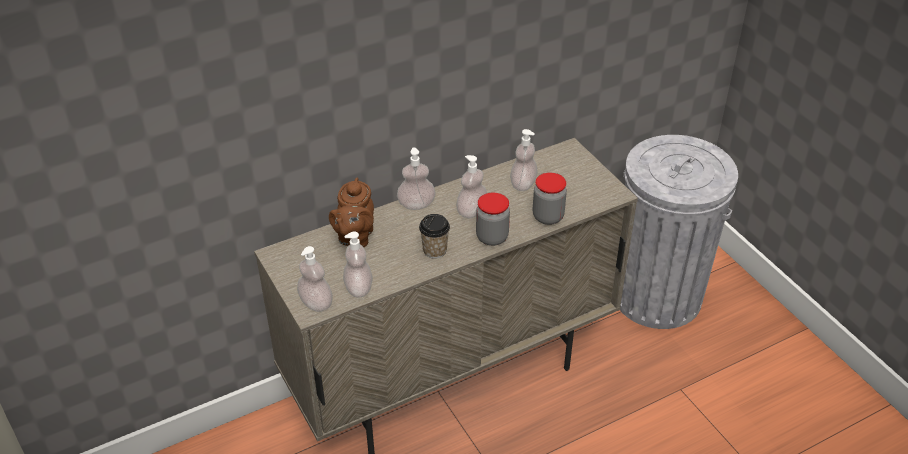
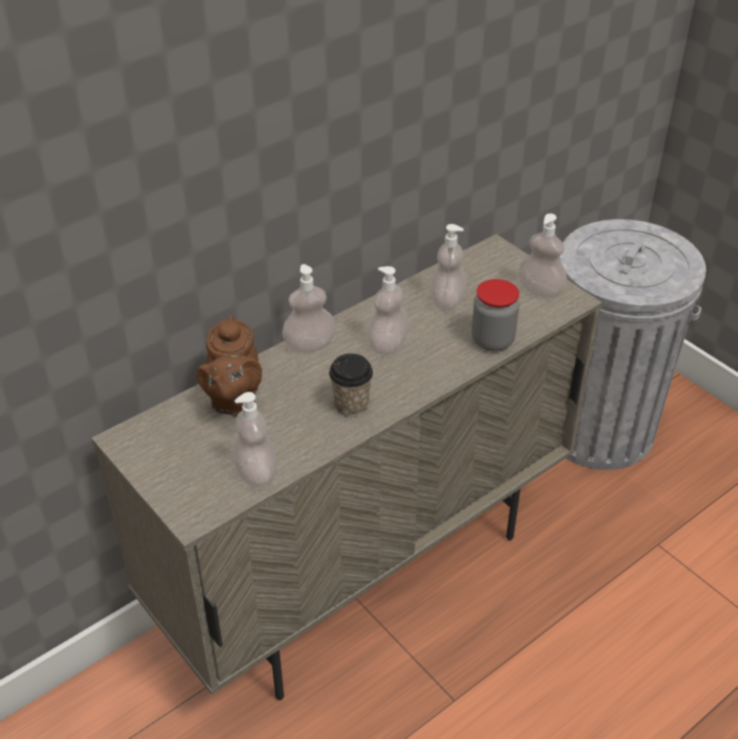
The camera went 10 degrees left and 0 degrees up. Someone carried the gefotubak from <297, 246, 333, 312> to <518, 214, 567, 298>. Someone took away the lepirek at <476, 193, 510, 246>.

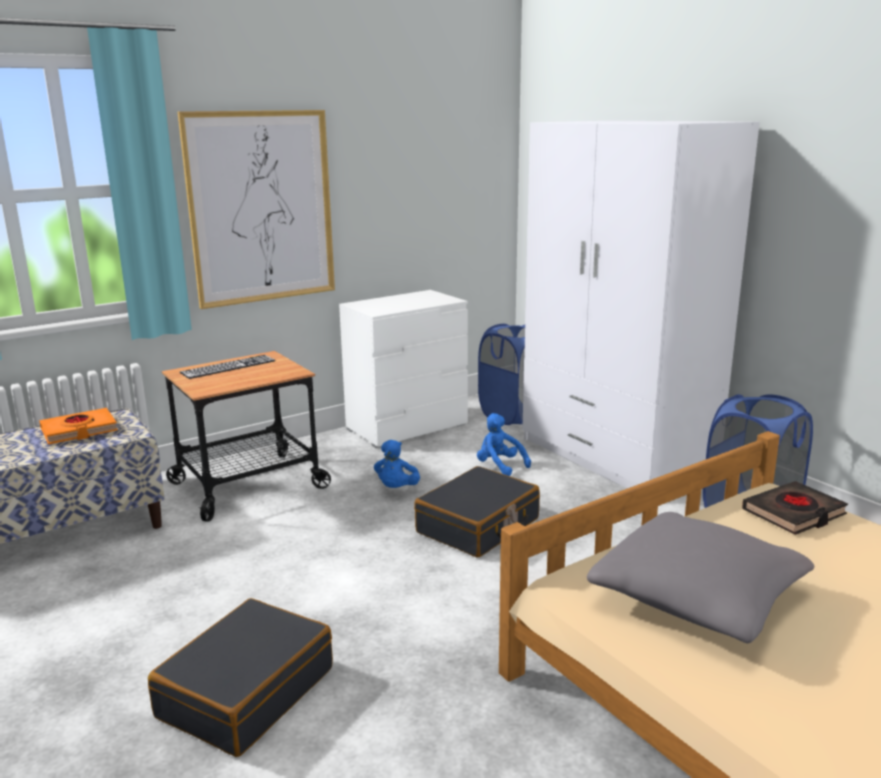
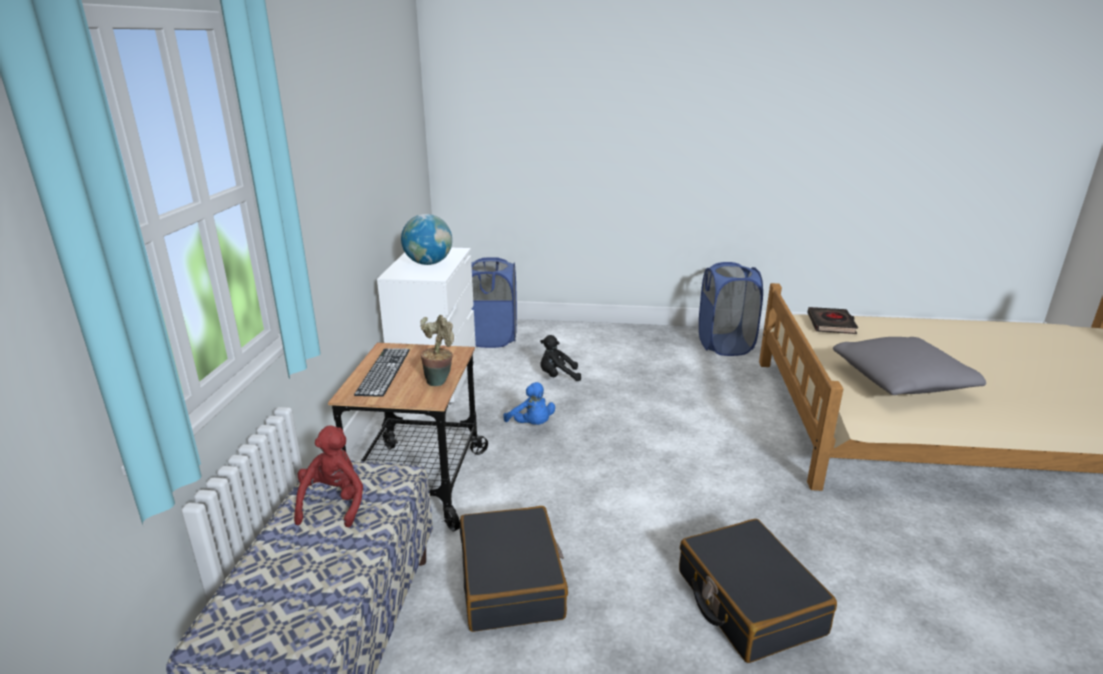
The camera went 50 degrees left and 5 degrees up. Someone swapped the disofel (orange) at <39, 408, 118, 445> for the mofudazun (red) at <294, 426, 363, 527>. Someone took away the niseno at <178, 110, 335, 309>. Someone carried the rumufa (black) from <414, 466, 540, 558> to <460, 506, 568, 632>. Someone repainted the mofudazun (blue) at <477, 413, 531, 476>, which became the mofudazun (black) at <540, 335, 581, 381>. Someone took away the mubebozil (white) at <522, 121, 760, 488>. Someone put down the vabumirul at <401, 214, 452, 265>. Someone put down the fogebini at <420, 315, 454, 386>.

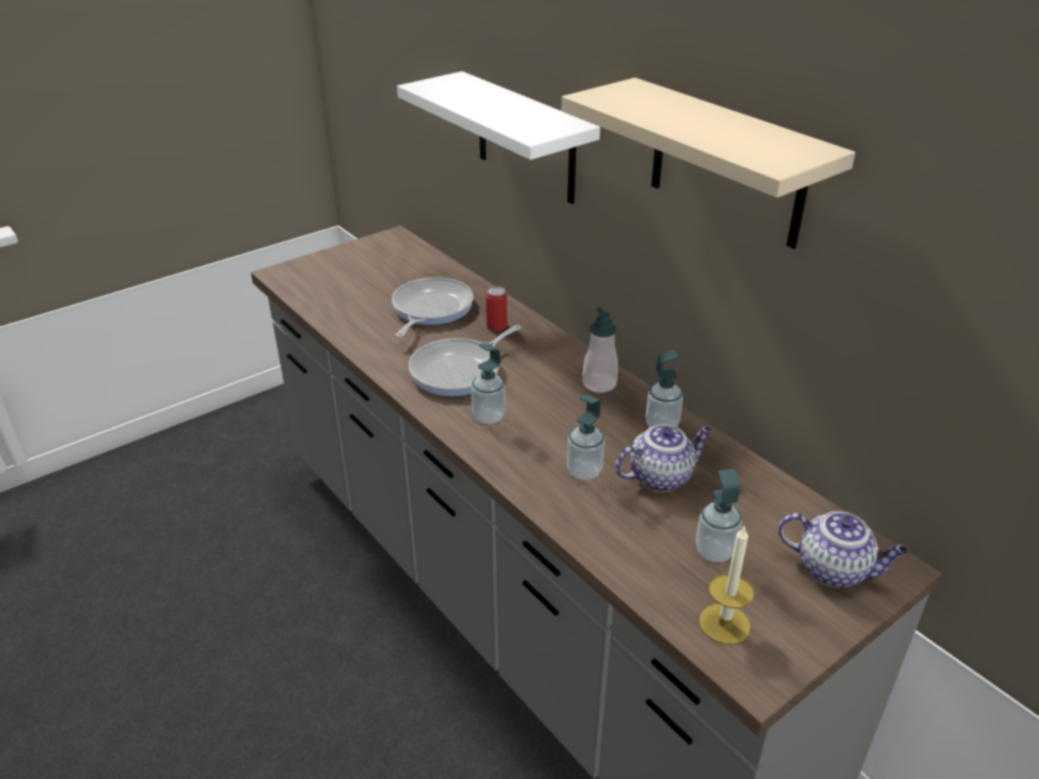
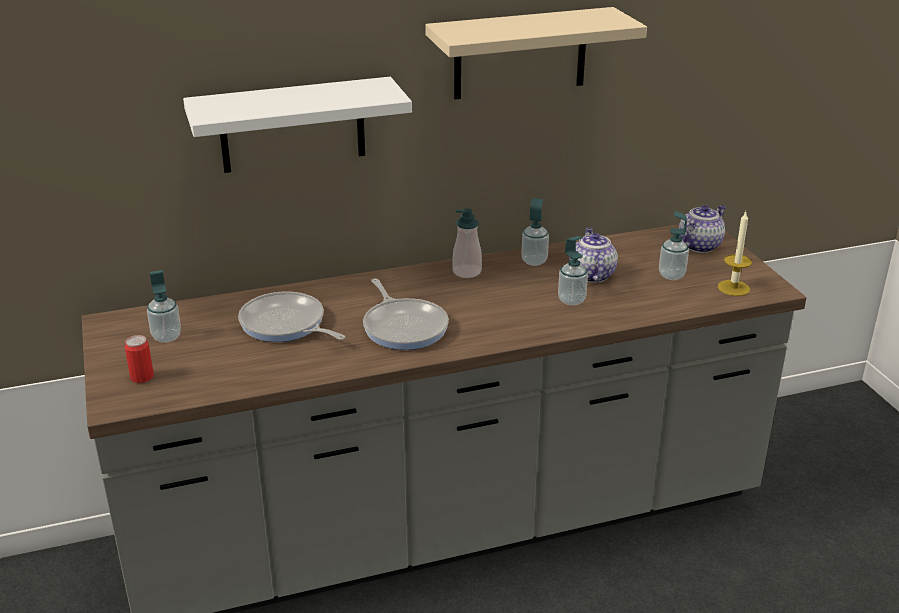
The camera went 70 degrees left and 5 degrees down. Someone carried the gefotubak from <471, 343, 506, 424> to <147, 270, 181, 343>. Someone carried the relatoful from <486, 286, 507, 331> to <125, 335, 154, 383>.

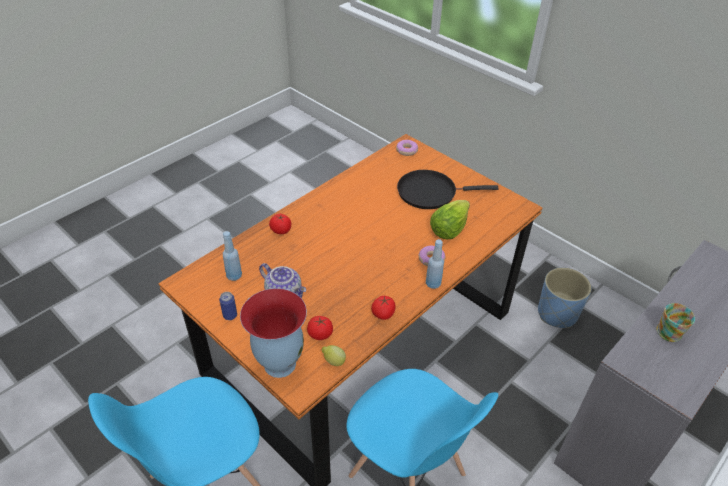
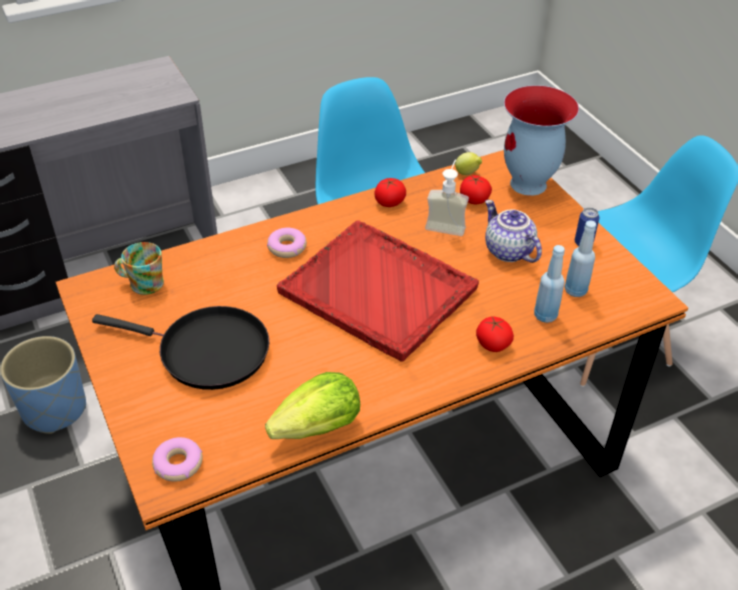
The camera went 160 degrees left and 0 degrees up. Someone carried the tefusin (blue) from <426, 239, 444, 289> to <534, 245, 565, 323>. Someone carried the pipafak from <430, 200, 470, 240> to <265, 372, 360, 439>. Someone carried the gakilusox from <656, 303, 695, 342> to <114, 242, 164, 295>. Someone put down the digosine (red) at <277, 220, 479, 361>. Someone put down the gefotubak at <425, 159, 469, 236>.

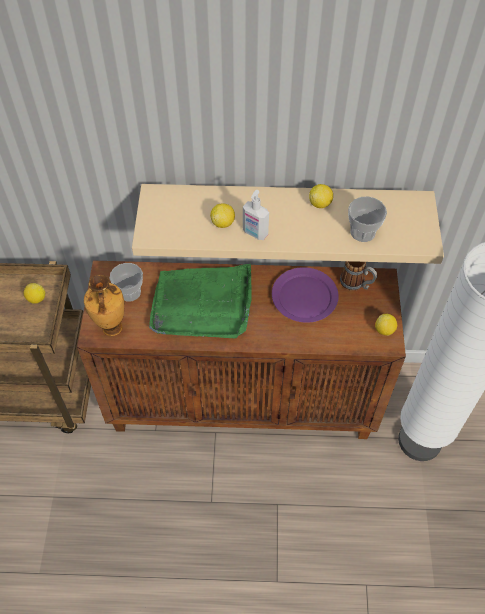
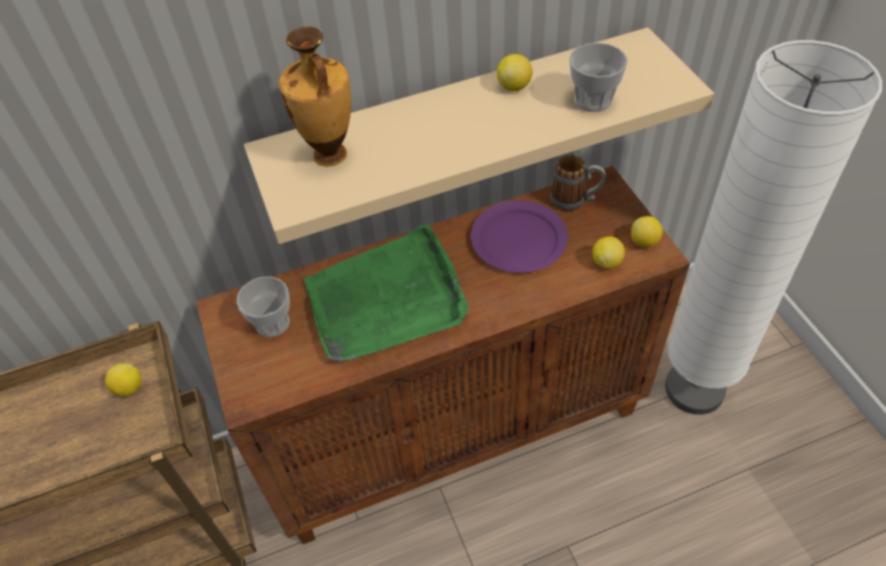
The camera went 20 degrees left and 5 degrees down. Someone carried the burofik from <84, 275, 125, 336> to <279, 27, 351, 167>. Someone carried the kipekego from <210, 203, 235, 228> to <592, 236, 625, 269>. Someone took away the gefotubak at <243, 190, 269, 240>.

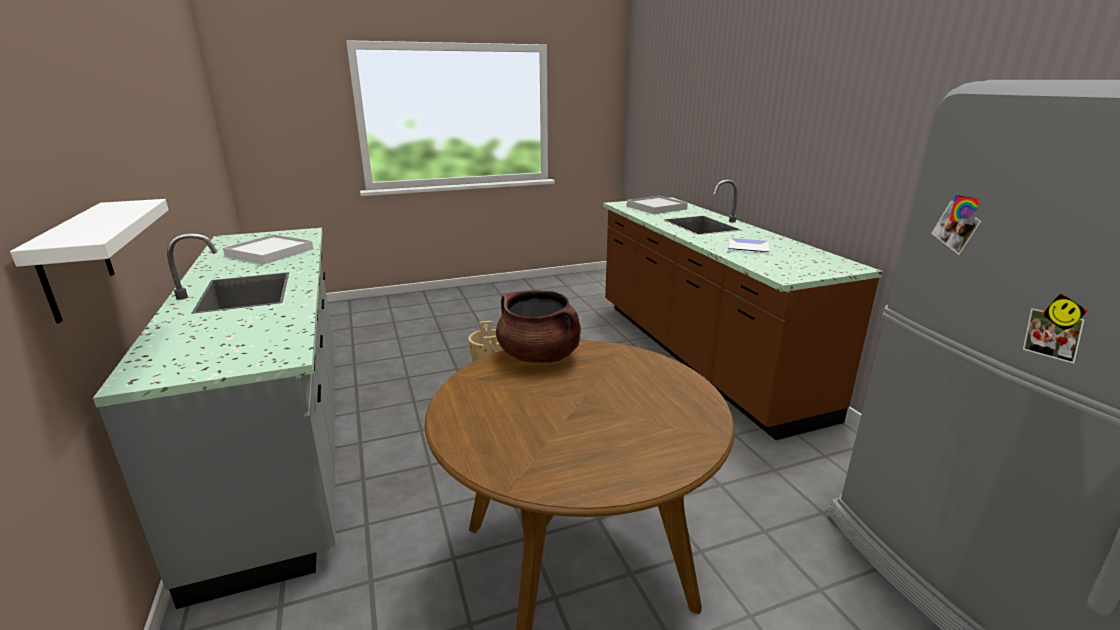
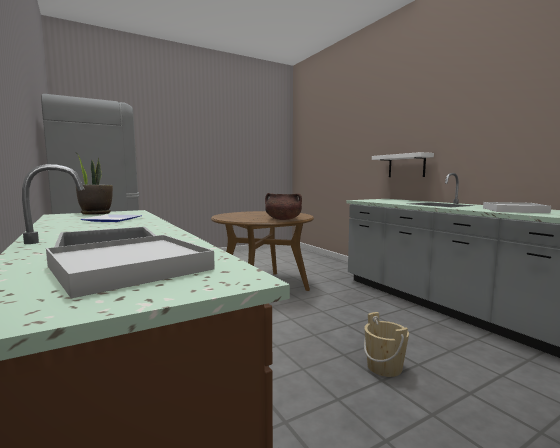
The camera went 170 degrees right and 15 degrees down. Someone put down the fogebini at <75, 152, 113, 215>.

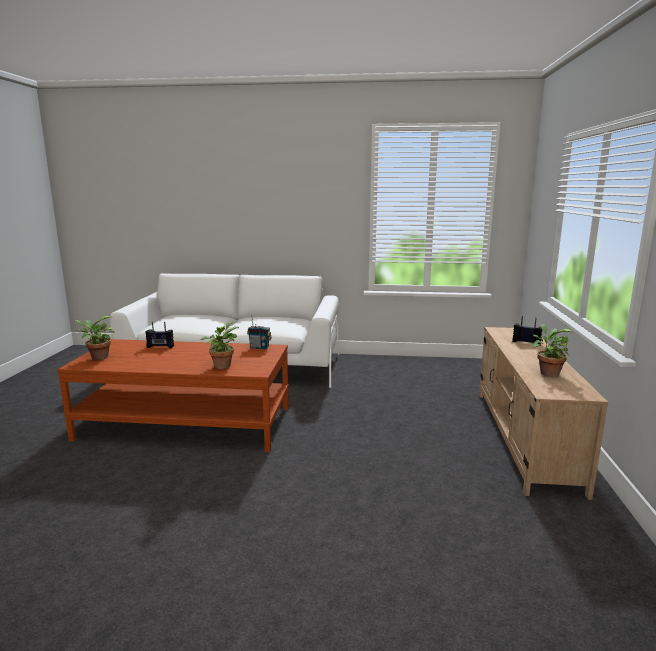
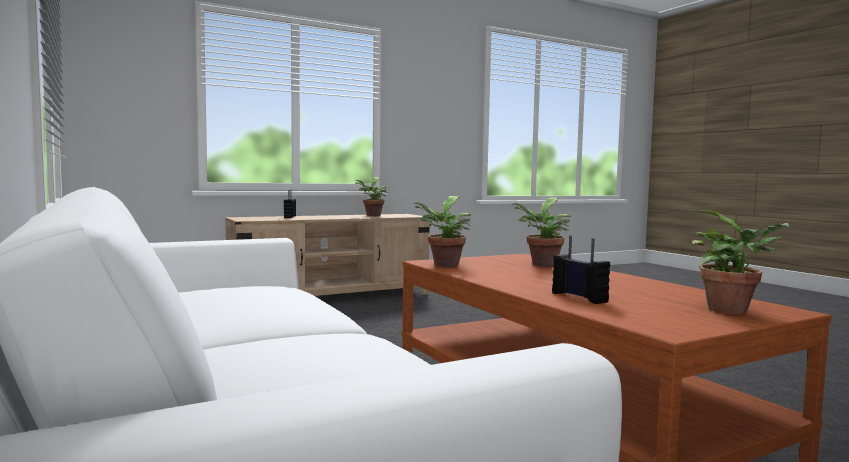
The camera went 125 degrees left and 10 degrees down. Someone swapped the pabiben at <247, 316, 272, 349> for the fogebini at <413, 196, 471, 267>.

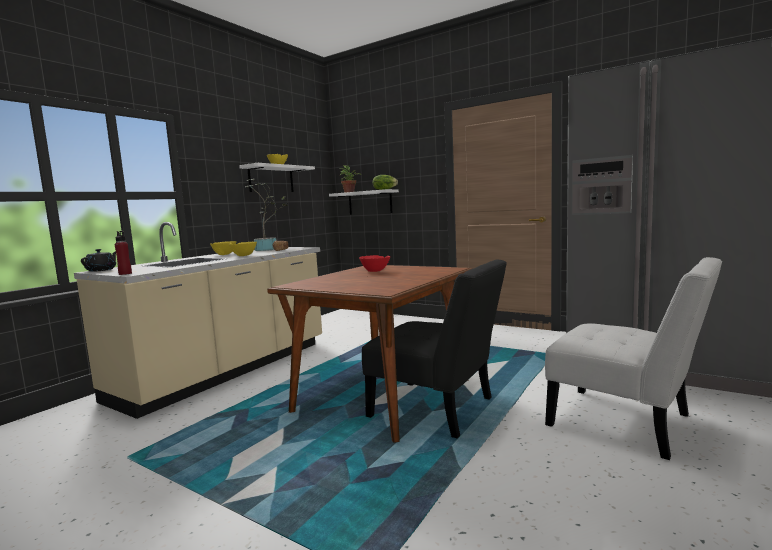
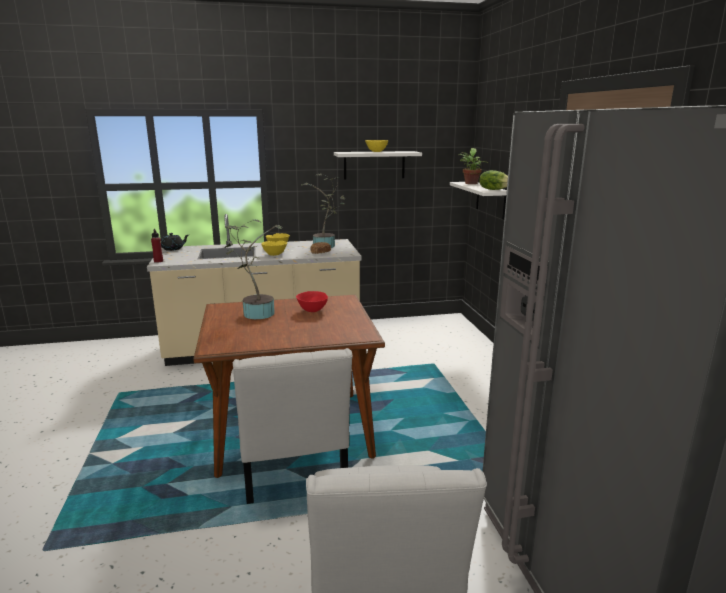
The camera went 45 degrees right and 10 degrees up. Someone repainted the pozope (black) at <362, 260, 507, 439>, which became the pozope (white) at <233, 348, 353, 504>. Someone put down the fogebini at <224, 219, 284, 319>.

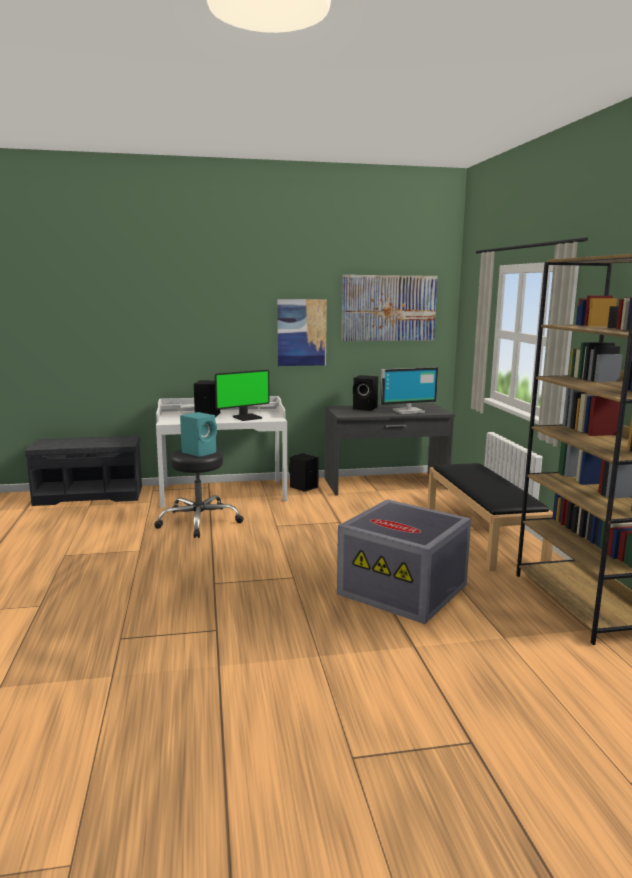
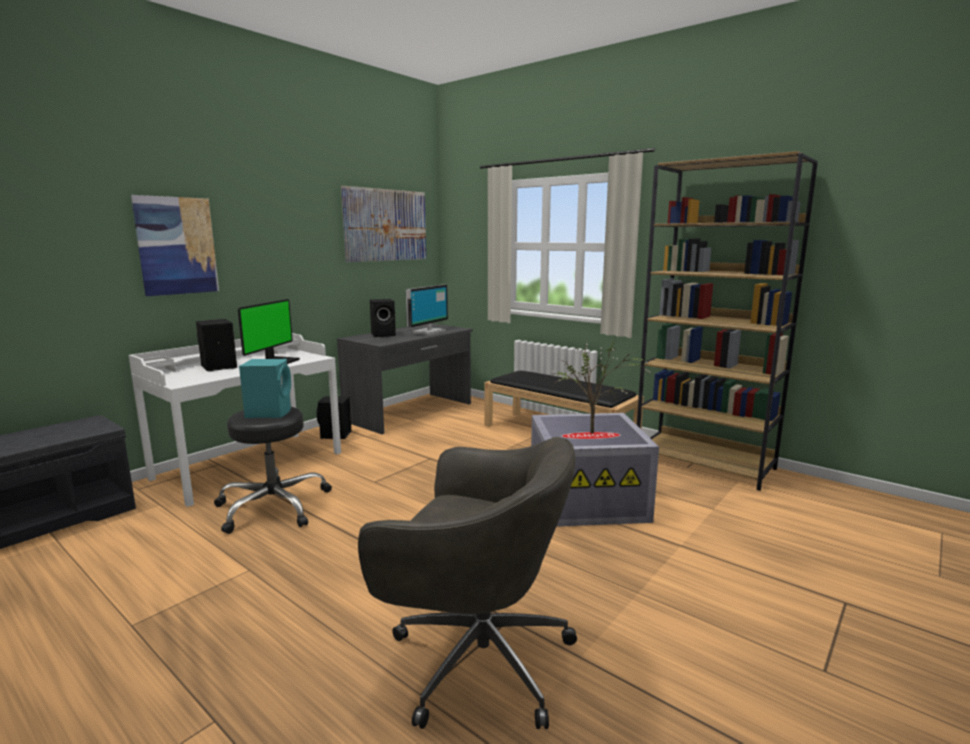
The camera went 40 degrees left and 0 degrees up. Someone carried the niseno from <277, 299, 327, 366> to <131, 195, 219, 296>. Someone put down the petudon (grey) at <358, 437, 577, 729>. Someone put down the fogebini at <547, 338, 651, 433>.

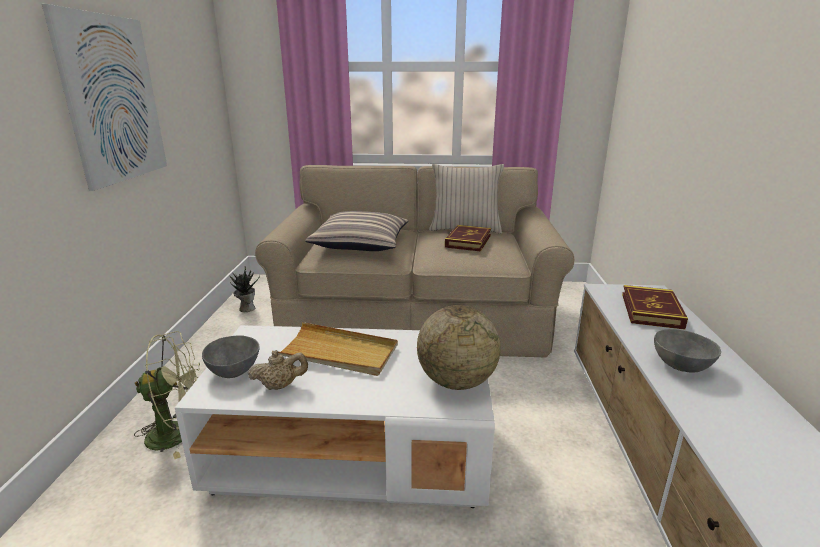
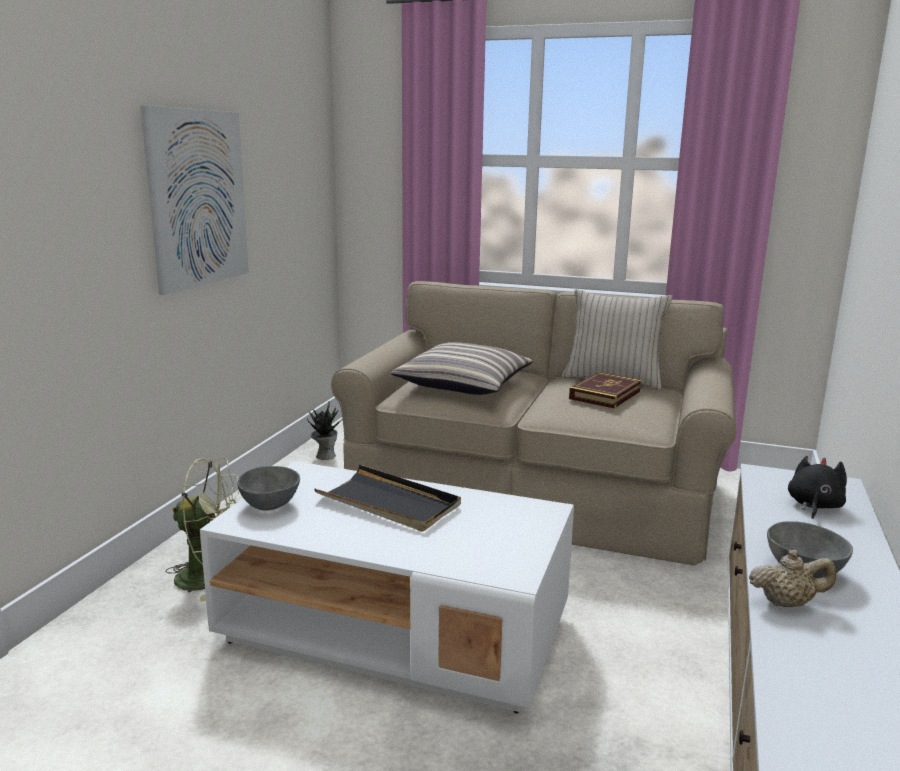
The camera went 15 degrees right and 5 degrees down. Someone carried the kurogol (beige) from <247, 350, 308, 390> to <749, 550, 836, 607>. Someone repainted the digosine (beige) at <278, 322, 398, 376>, which became the digosine (black) at <314, 465, 461, 532>. Someone took away the vabumirul at <417, 305, 501, 390>. Someone swapped the disofel at <622, 285, 688, 330> for the mofudazun (black) at <788, 456, 847, 519>.

